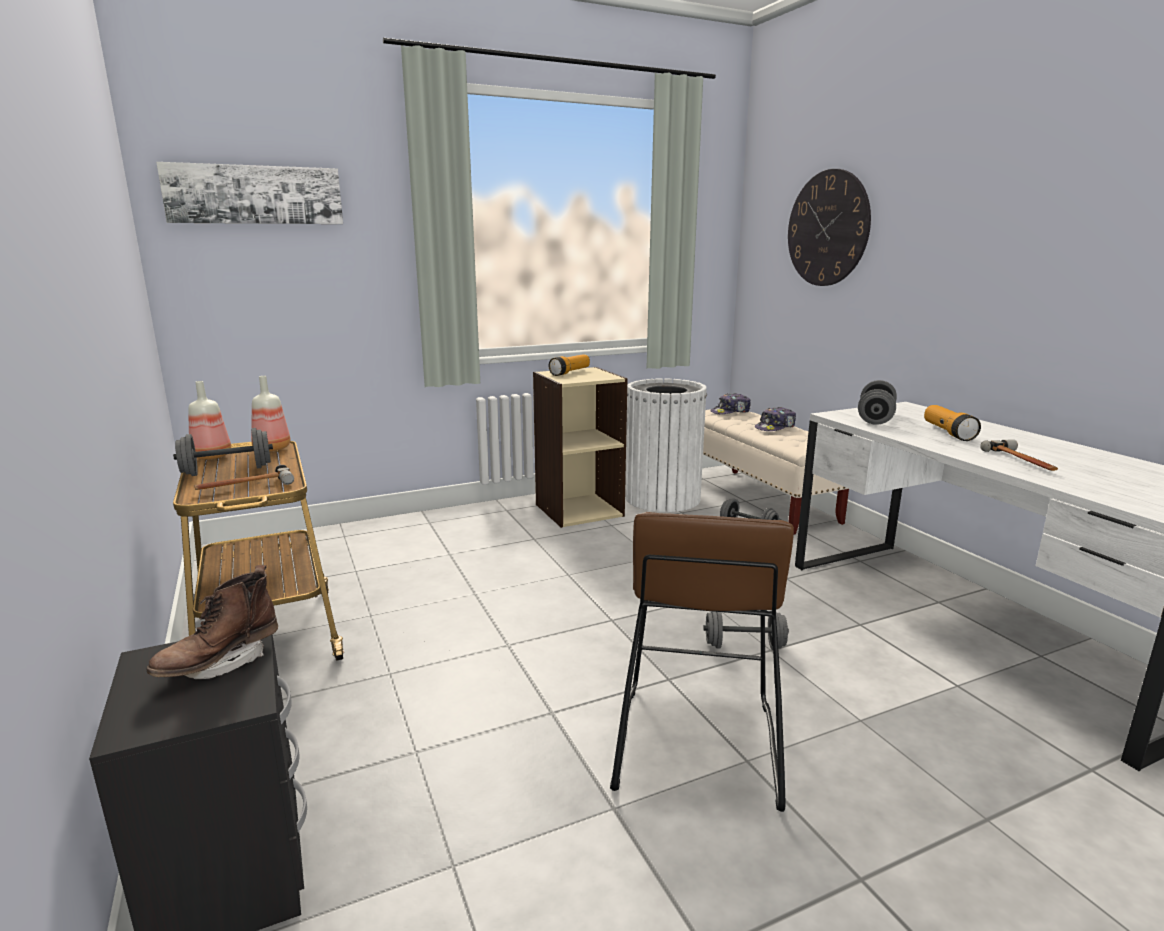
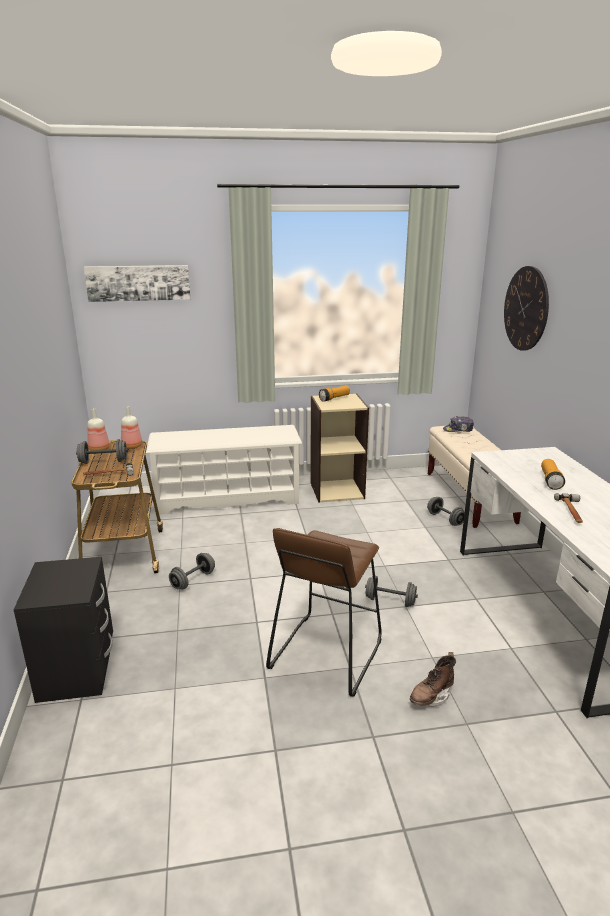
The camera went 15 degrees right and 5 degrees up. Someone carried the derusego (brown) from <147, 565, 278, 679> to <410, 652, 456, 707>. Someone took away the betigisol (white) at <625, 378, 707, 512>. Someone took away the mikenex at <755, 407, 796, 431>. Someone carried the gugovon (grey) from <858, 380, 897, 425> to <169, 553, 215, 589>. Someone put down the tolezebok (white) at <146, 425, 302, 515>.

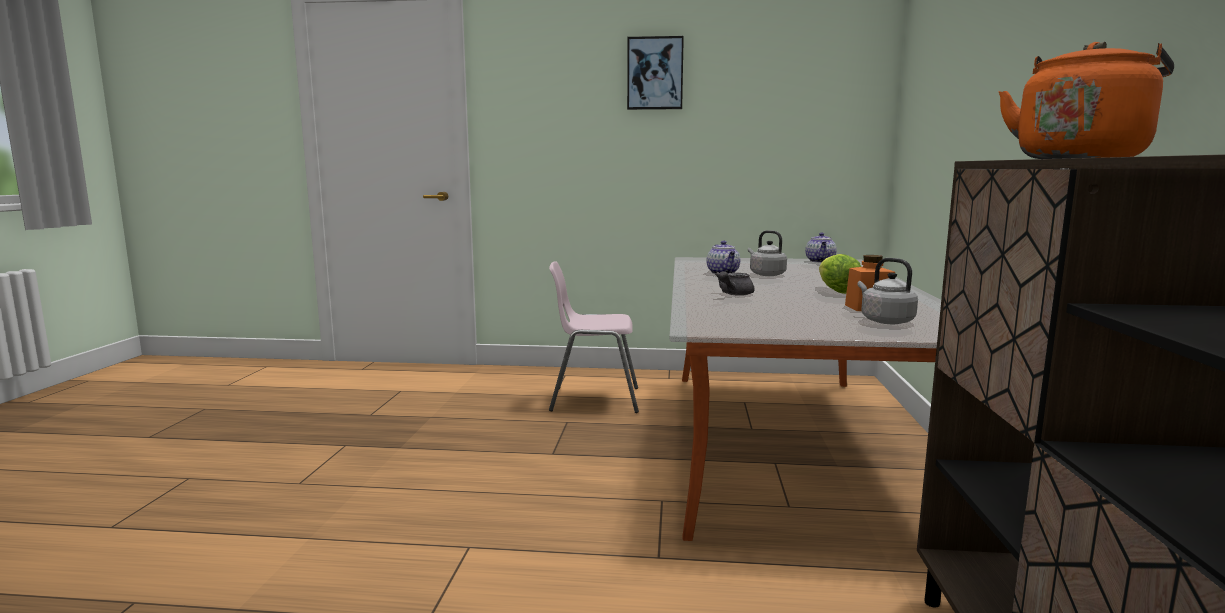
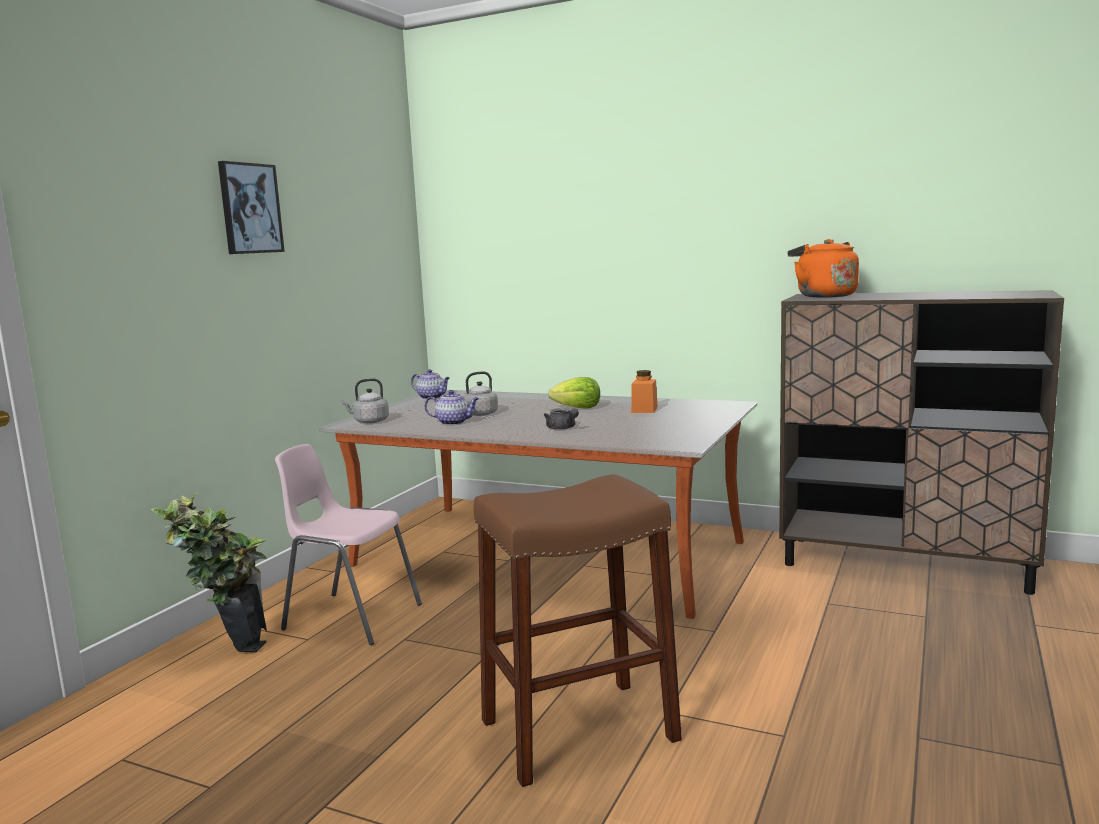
The camera went 70 degrees left and 0 degrees up. Someone rotated the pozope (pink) at <549, 261, 639, 413> by 90 degrees clockwise. Someone carried the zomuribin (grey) from <857, 258, 918, 324> to <342, 378, 389, 424>. Someone put down the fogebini at <151, 492, 267, 652>. Someone put down the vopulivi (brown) at <474, 474, 682, 787>.

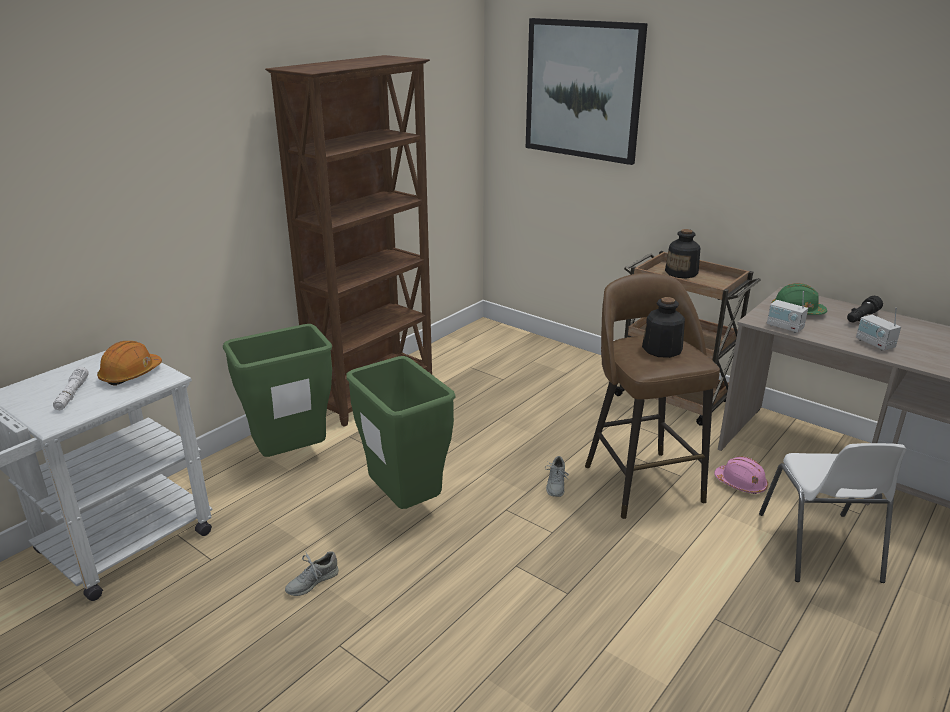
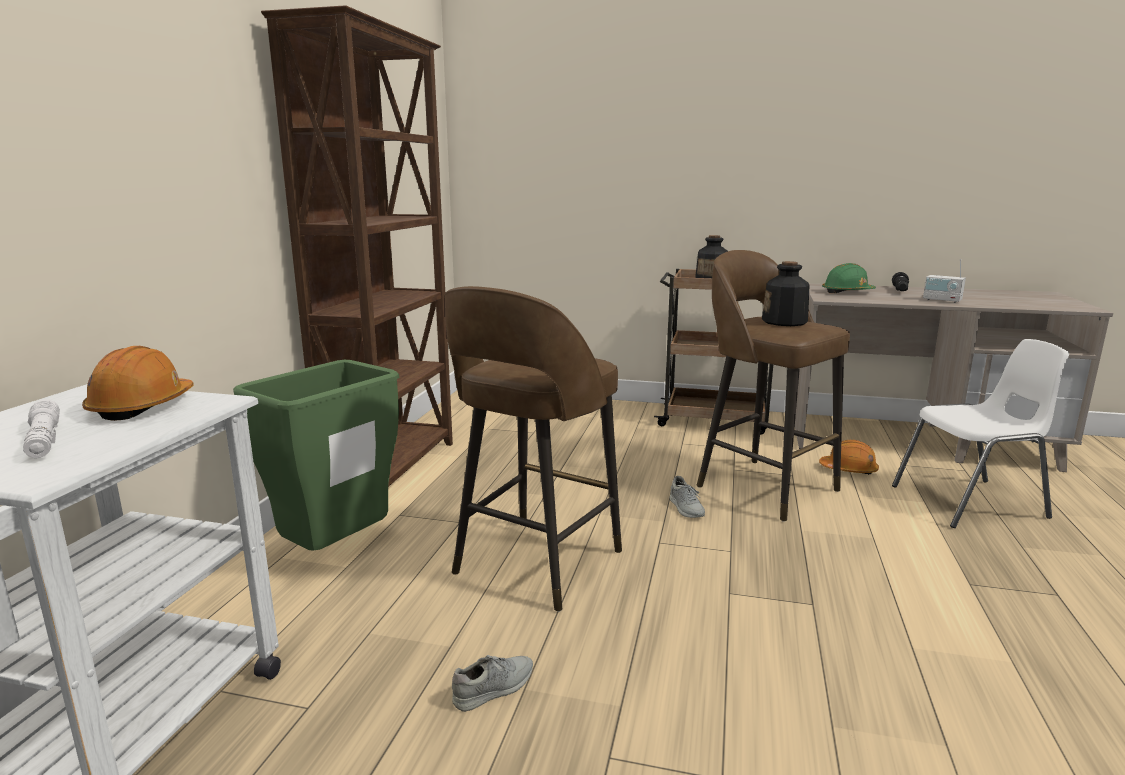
The camera went 25 degrees left and 10 degrees down. Someone rotated the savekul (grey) at <285, 551, 339, 596> by 150 degrees counterclockwise. Someone swapped the betigisol (green) at <346, 356, 455, 509> for the vopulivi (brown) at <445, 286, 622, 612>. Someone took away the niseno at <526, 18, 648, 165>. Someone repainted the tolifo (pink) at <714, 456, 768, 494>, which became the tolifo (orange) at <819, 440, 879, 474>. Someone rotated the pozope (white) at <759, 443, 907, 583> by 75 degrees counterclockwise. Someone took away the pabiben at <767, 291, 808, 333>.

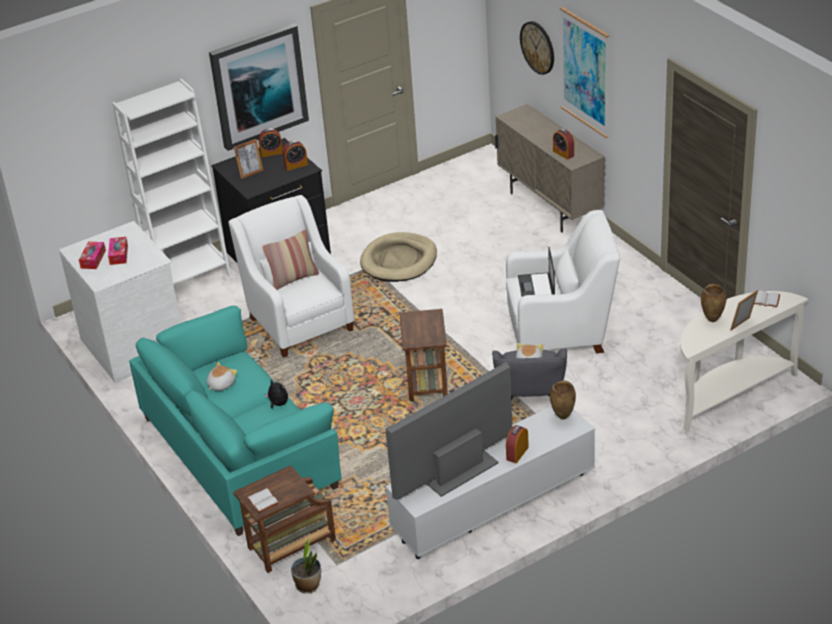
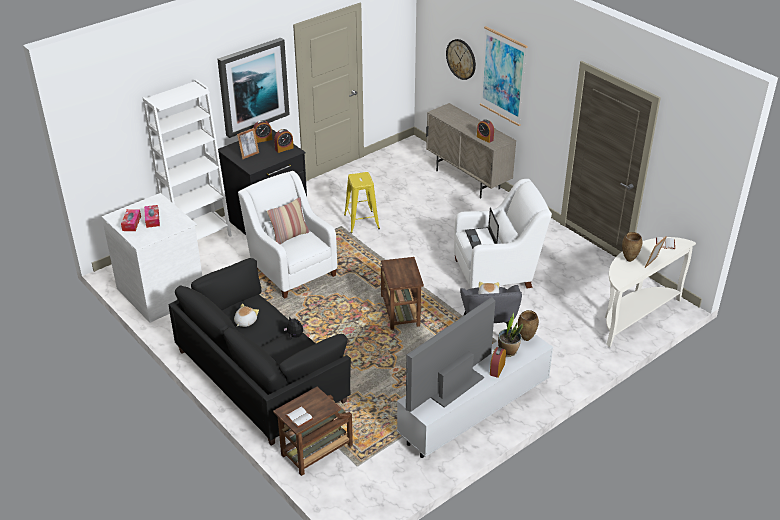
The camera went 10 degrees left and 0 degrees up. Someone repainted the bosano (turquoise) at <129, 306, 342, 536>, which became the bosano (black) at <168, 258, 351, 446>. Someone carried the fogebini from <291, 538, 321, 593> to <498, 313, 523, 357>. Someone swapped the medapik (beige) at <360, 232, 437, 282> for the vopulivi (yellow) at <344, 172, 380, 233>.

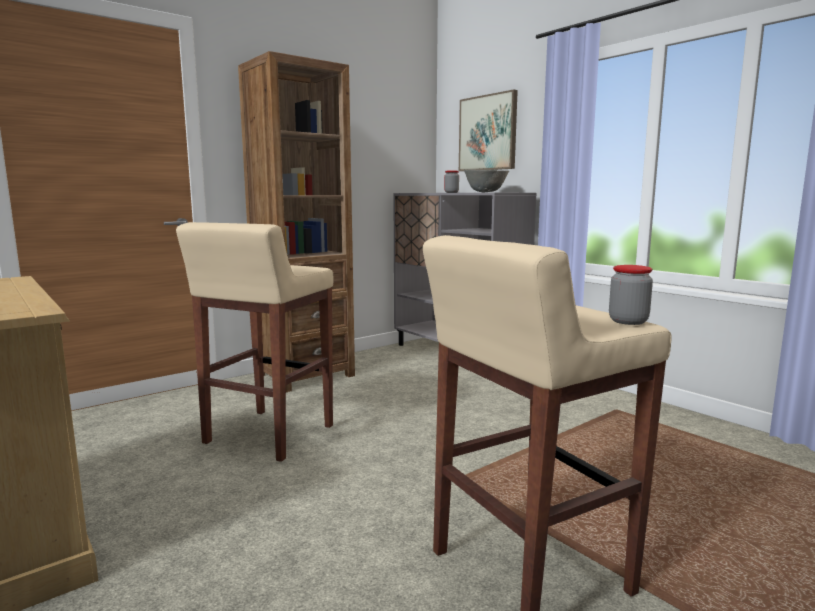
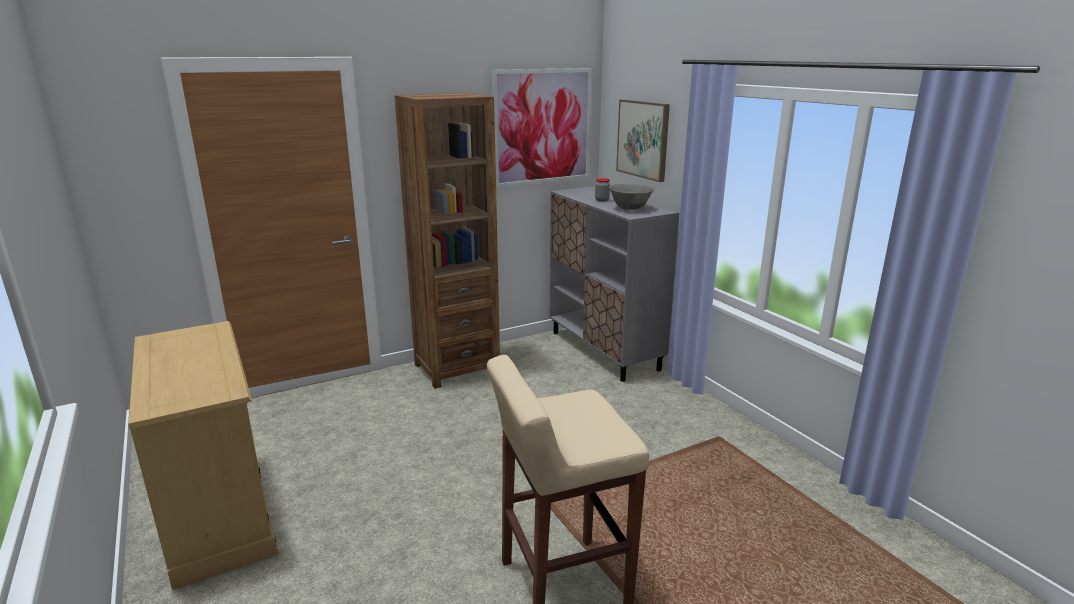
The camera went 10 degrees right and 10 degrees up. Someone took away the vopulivi (beige) at <176, 222, 334, 462>. Someone took away the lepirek at <609, 265, 653, 325>. Someone put up the niseno at <491, 68, 592, 188>.

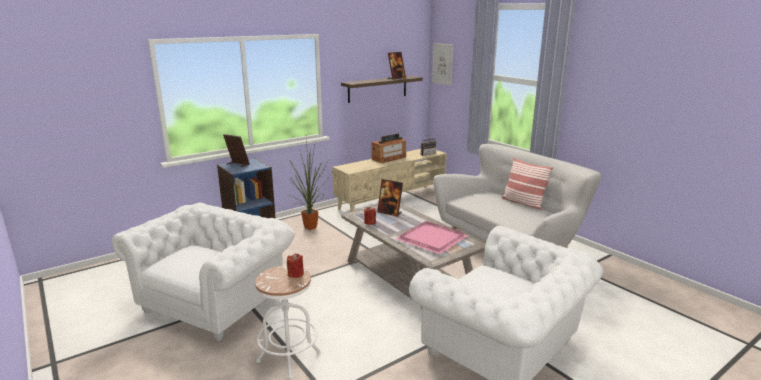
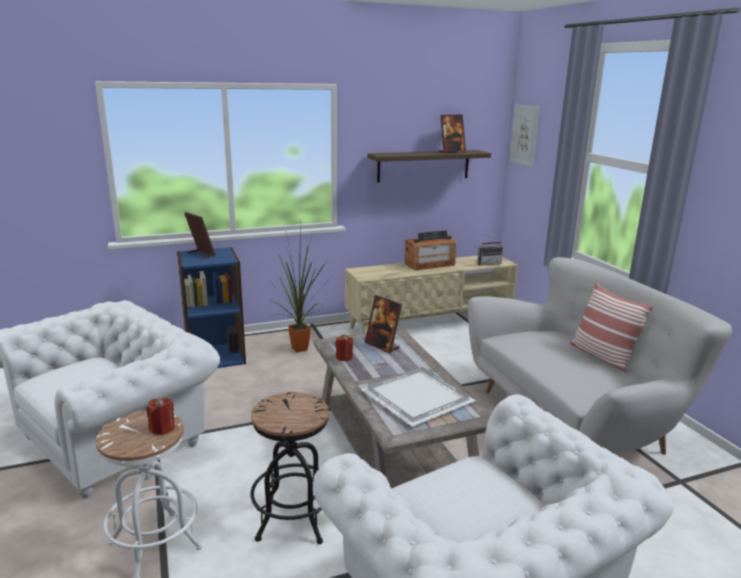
The camera went 15 degrees right and 0 degrees up. Someone repainted the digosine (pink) at <396, 221, 468, 254>, which became the digosine (white) at <361, 367, 476, 427>. Someone put down the vopulivi (black) at <251, 392, 329, 544>.

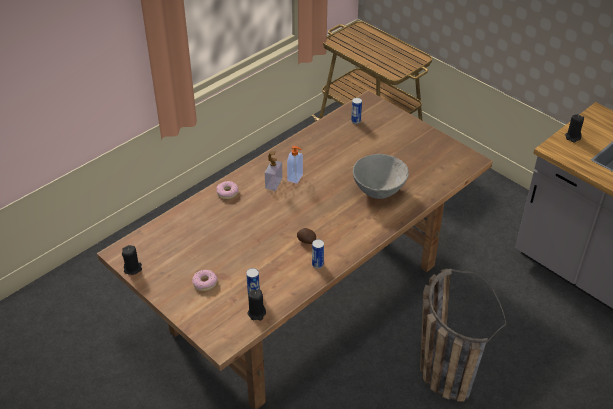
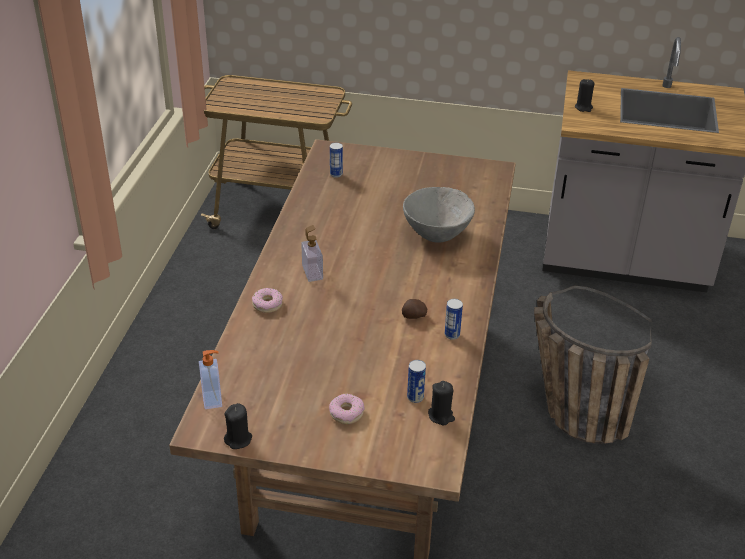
The camera went 35 degrees left and 5 degrees down. Someone carried the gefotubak from <287, 146, 303, 184> to <199, 350, 222, 409>.

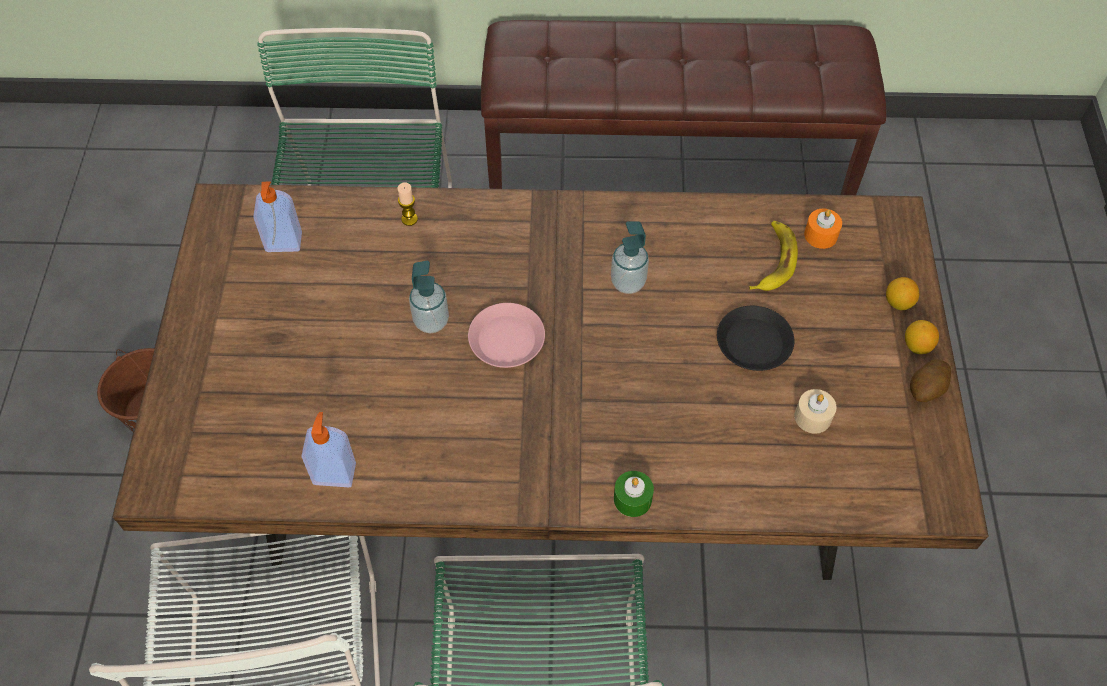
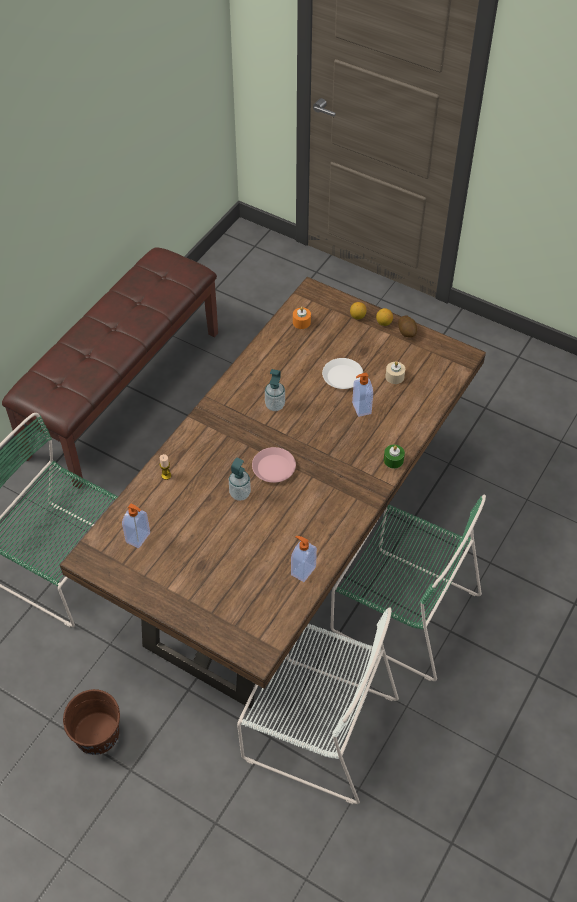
The camera went 60 degrees left and 5 degrees down. Someone repainted the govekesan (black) at <717, 306, 794, 371>, which became the govekesan (white) at <322, 358, 363, 389>. Someone took away the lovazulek at <749, 221, 798, 291>. Someone put down the gefotubak at <352, 373, 373, 417>.

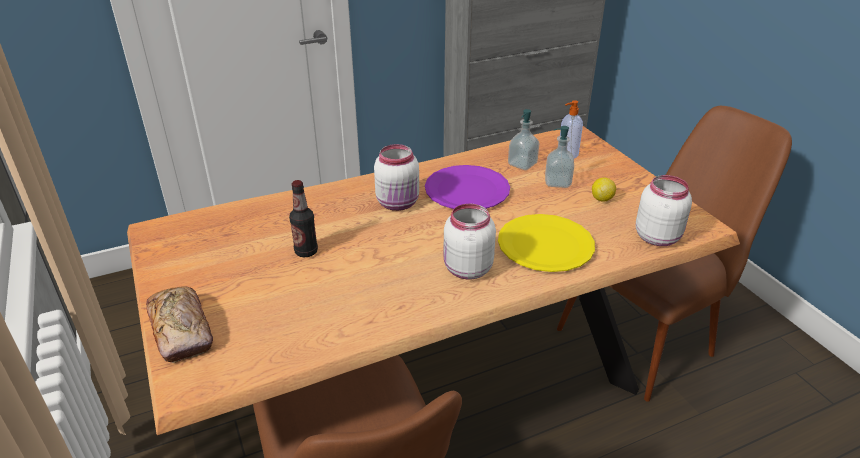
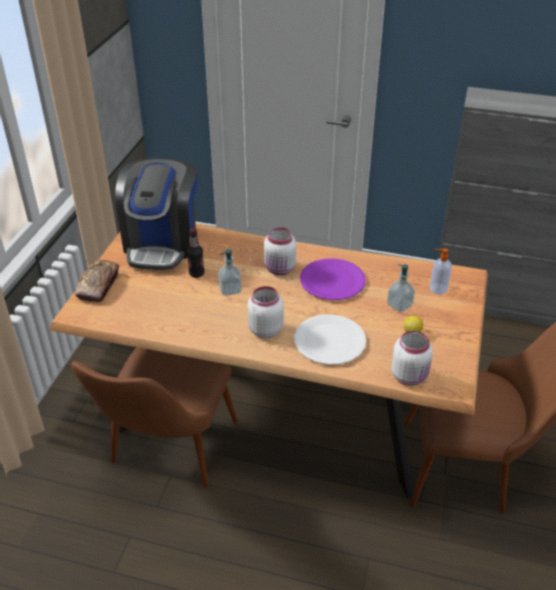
The camera went 40 degrees right and 5 degrees up. Someone repainted the govekesan (yellow) at <498, 214, 595, 272>, which became the govekesan (white) at <294, 314, 366, 365>. Someone carried the gefotubak from <508, 109, 539, 170> to <218, 249, 242, 296>. Someone put down the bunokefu at <115, 158, 197, 270>.

